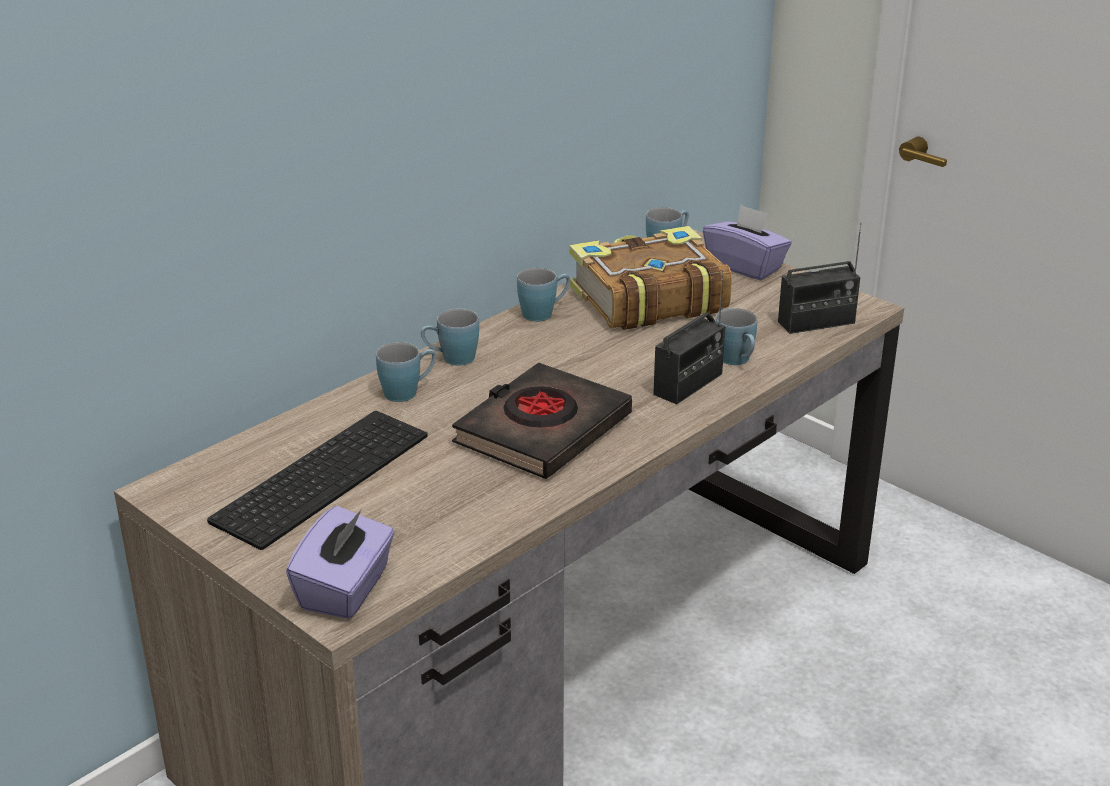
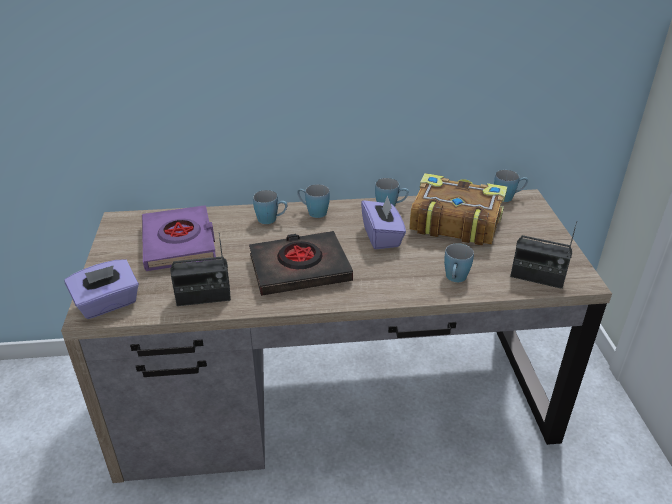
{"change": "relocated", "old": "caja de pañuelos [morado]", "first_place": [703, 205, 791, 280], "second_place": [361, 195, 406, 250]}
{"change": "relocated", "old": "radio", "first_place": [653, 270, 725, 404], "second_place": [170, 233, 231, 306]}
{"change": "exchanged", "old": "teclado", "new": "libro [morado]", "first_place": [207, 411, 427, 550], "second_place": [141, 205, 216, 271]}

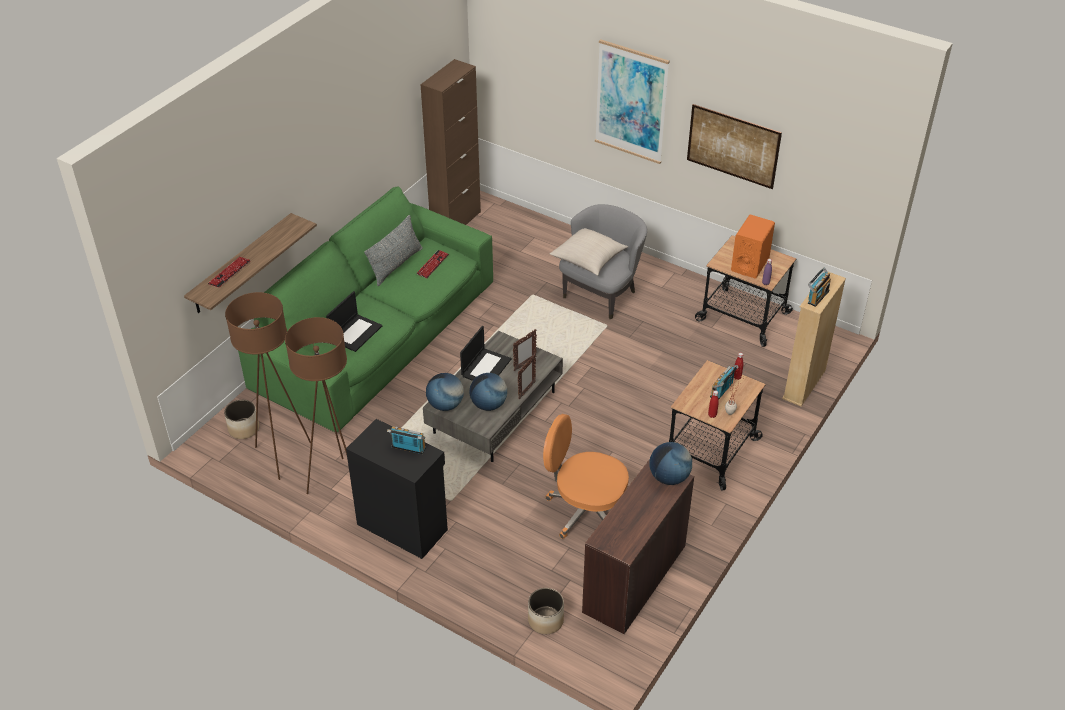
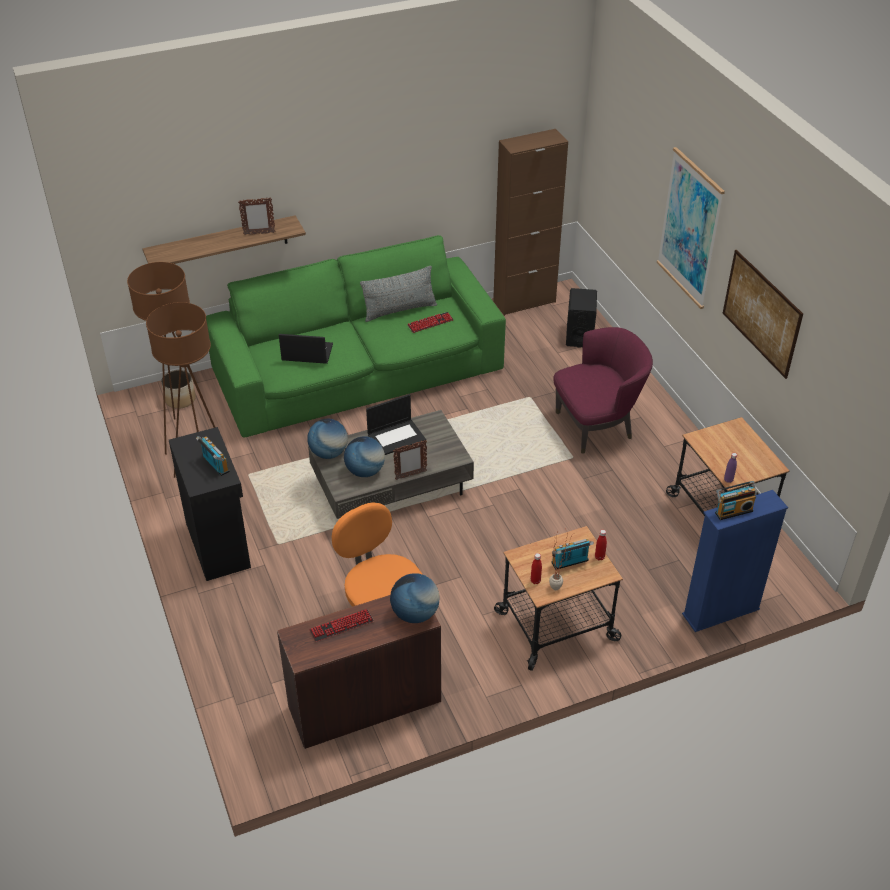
{"change": "colour", "old": "sillón [gris]", "new": "sillón [morado]", "first_place": [559, 204, 647, 319], "second_place": [553, 327, 653, 454]}
{"change": "missing", "old": "altavoz [naranja]", "first_place": [731, 215, 775, 278]}
{"change": "missing", "old": "cojín [beis]", "first_place": [550, 228, 628, 276]}
{"change": "relocated", "old": "teclado", "first_place": [208, 257, 251, 288], "second_place": [309, 609, 374, 642]}
{"change": "colour", "old": "estantería [beis]", "new": "estantería [azul]", "first_place": [782, 272, 846, 406], "second_place": [682, 490, 788, 632]}
{"change": "spun", "old": "portátil", "first_place": [326, 291, 382, 352], "second_place": [279, 334, 333, 364], "degrees": -150}
{"change": "relocated", "old": "portarretratos", "first_place": [513, 329, 537, 371], "second_place": [238, 197, 276, 235]}
{"change": "missing", "old": "maceta", "first_place": [528, 588, 564, 634]}
{"change": "appeared", "new": "altavoz [negro]", "second_place": [566, 288, 597, 347]}

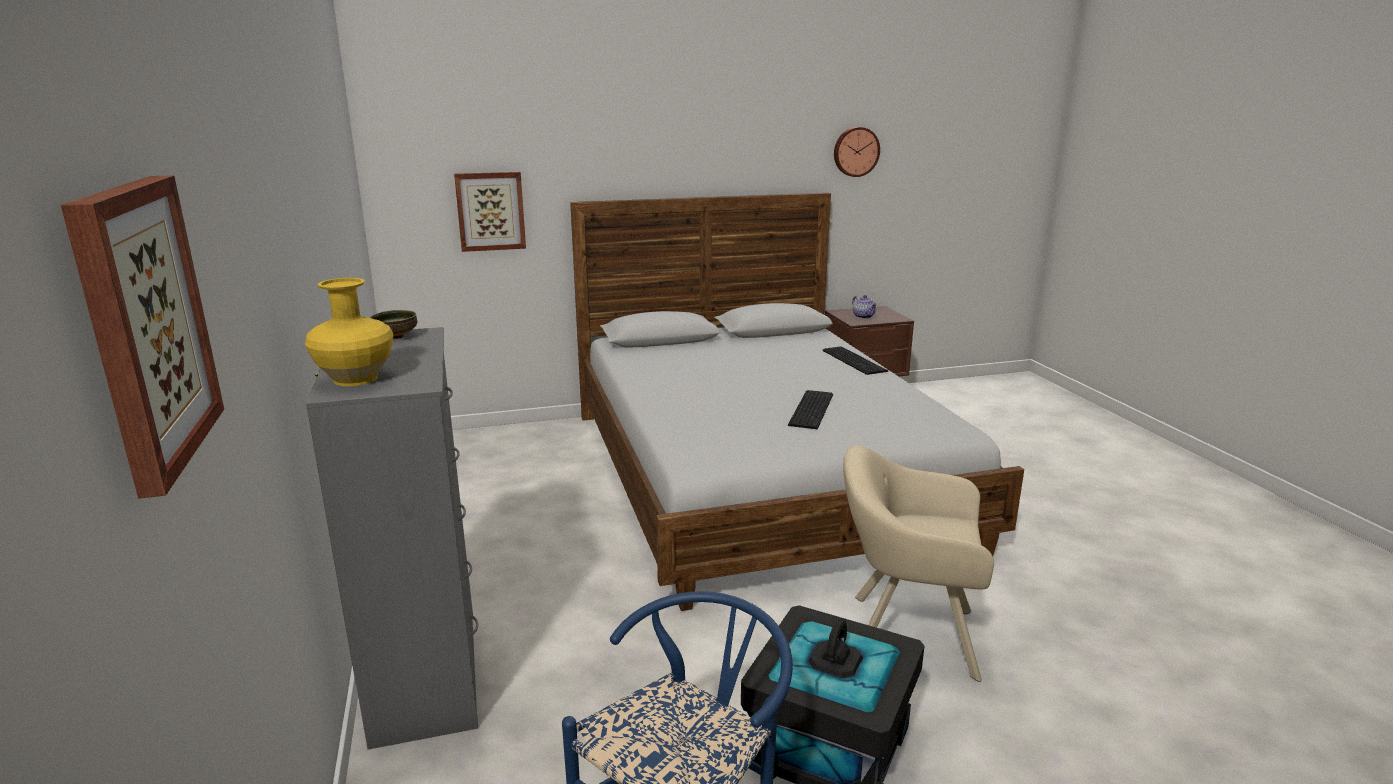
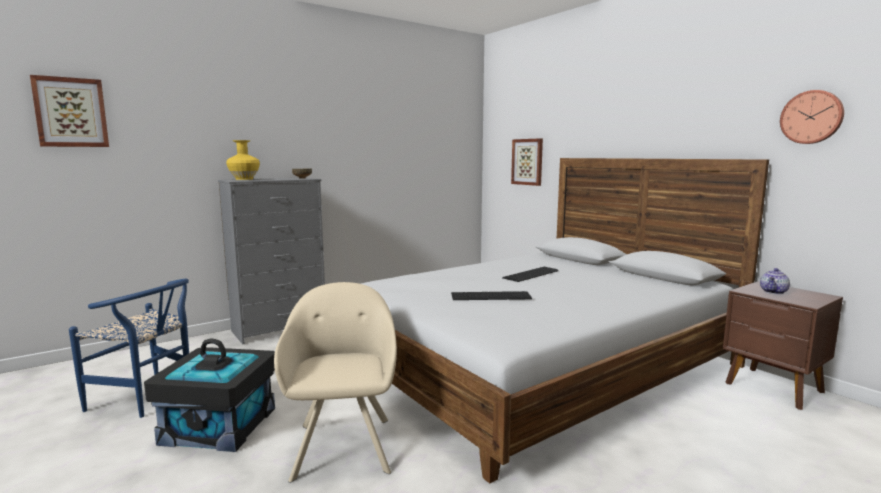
{"change": "relocated", "old": "teclado", "first_place": [823, 346, 888, 375], "second_place": [502, 267, 559, 282]}

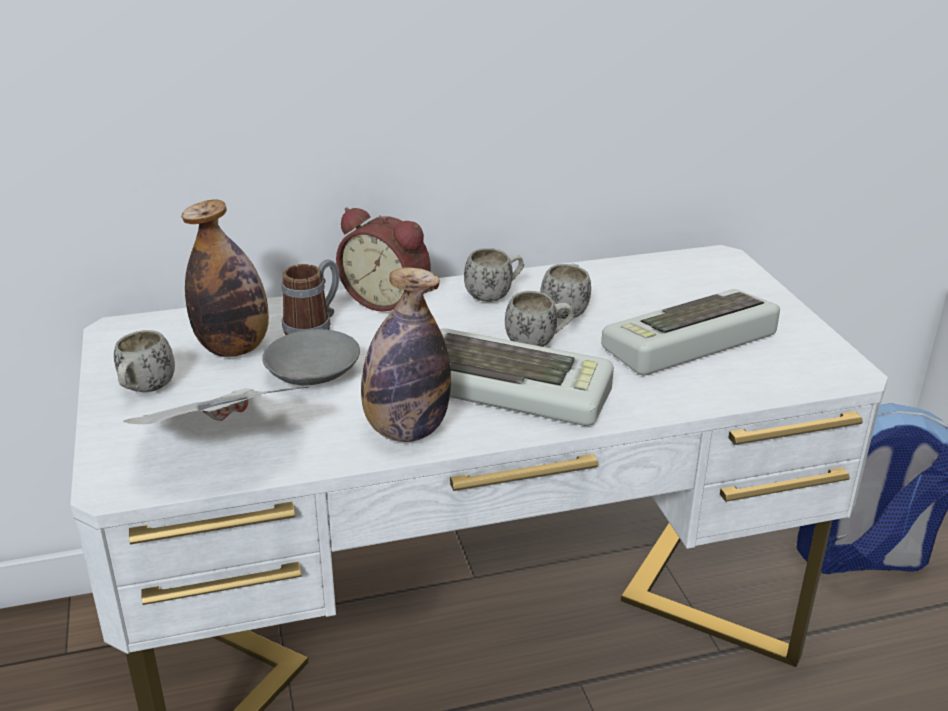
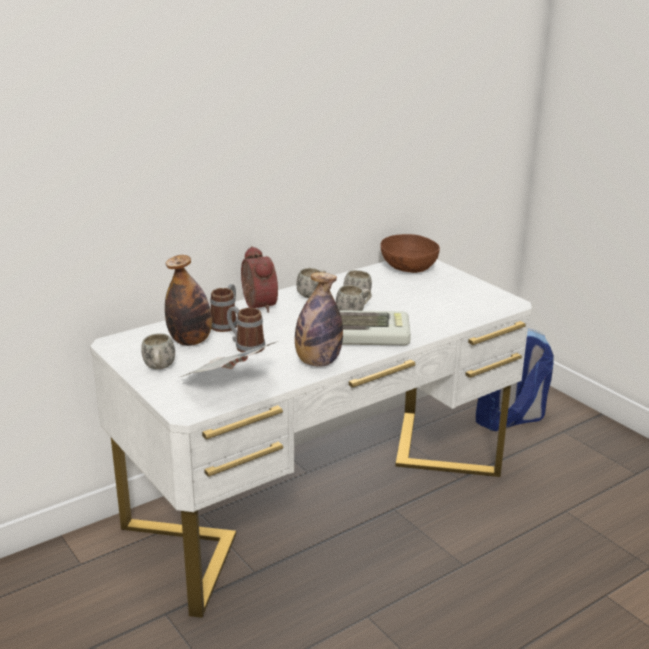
{"change": "spun", "old": "despertador", "first_place": [336, 207, 430, 312], "second_place": [241, 246, 278, 313], "degrees": -120}
{"change": "missing", "old": "teclado", "first_place": [601, 289, 780, 375]}
{"change": "exchanged", "old": "cuenco [gris]", "new": "taza grande", "first_place": [262, 329, 360, 385], "second_place": [227, 306, 265, 353]}
{"change": "appeared", "new": "cuenco [marrón]", "second_place": [381, 234, 440, 273]}

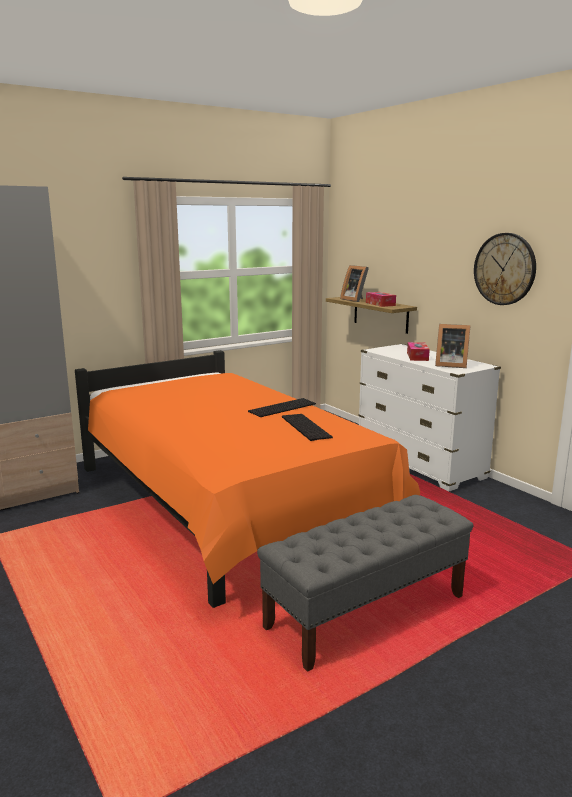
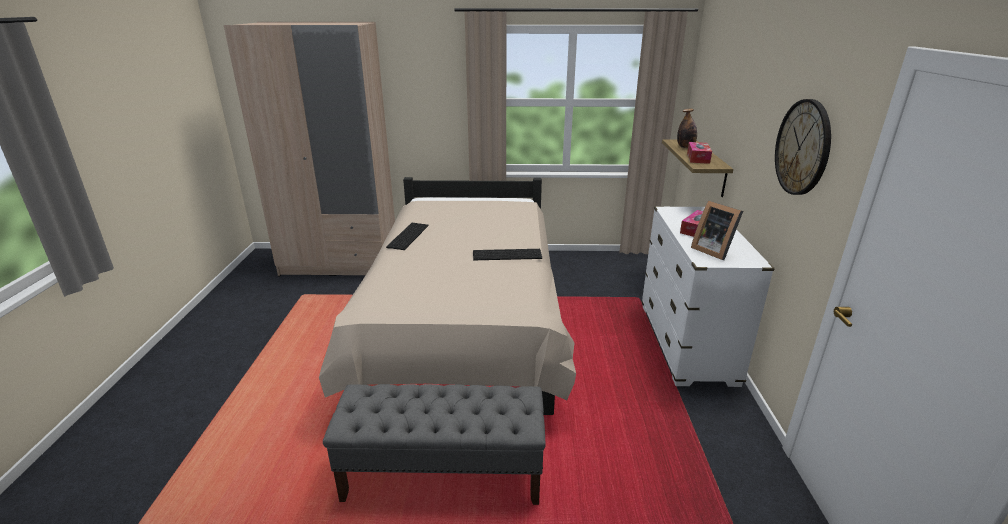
{"change": "exchanged", "old": "portarretratos", "new": "botella", "first_place": [340, 265, 369, 302], "second_place": [677, 108, 697, 148]}
{"change": "colour", "old": "cama [naranja]", "new": "cama [beis]", "first_place": [75, 350, 420, 608], "second_place": [319, 177, 576, 415]}
{"change": "relocated", "old": "teclado", "first_place": [282, 414, 333, 441], "second_place": [386, 223, 429, 250]}

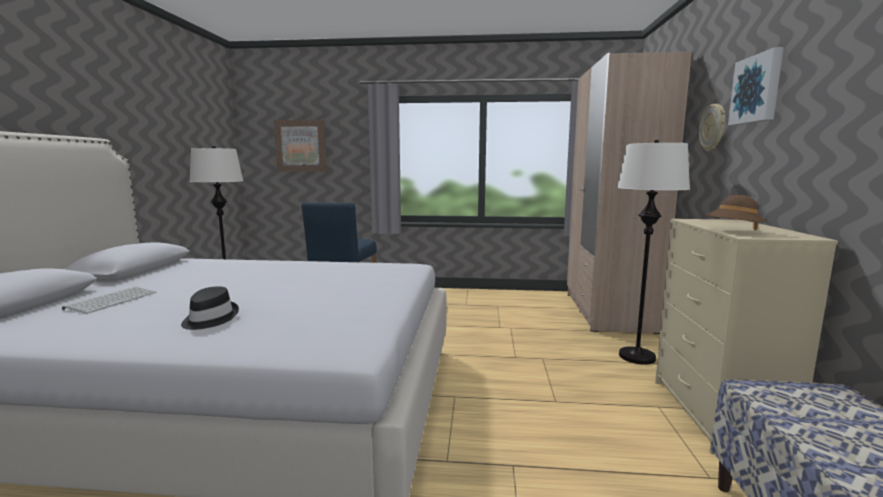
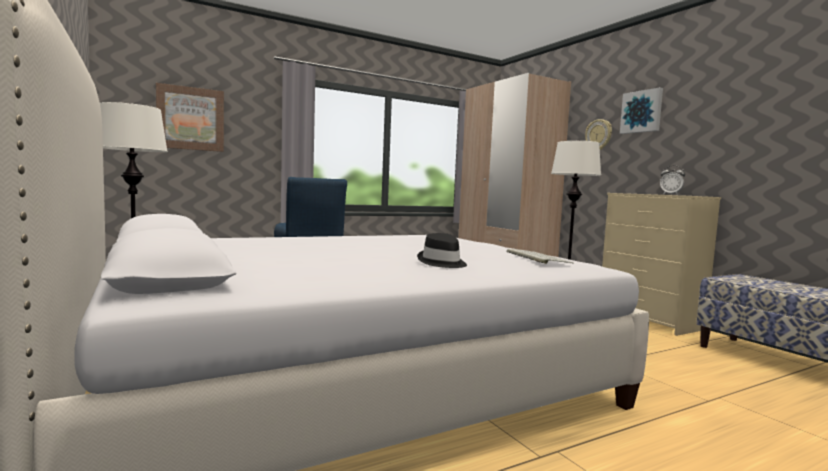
{"change": "exchanged", "old": "sombrero [marrón]", "new": "despertador", "first_place": [705, 195, 767, 231], "second_place": [660, 165, 685, 195]}
{"change": "relocated", "old": "teclado", "first_place": [62, 287, 157, 314], "second_place": [507, 249, 573, 264]}

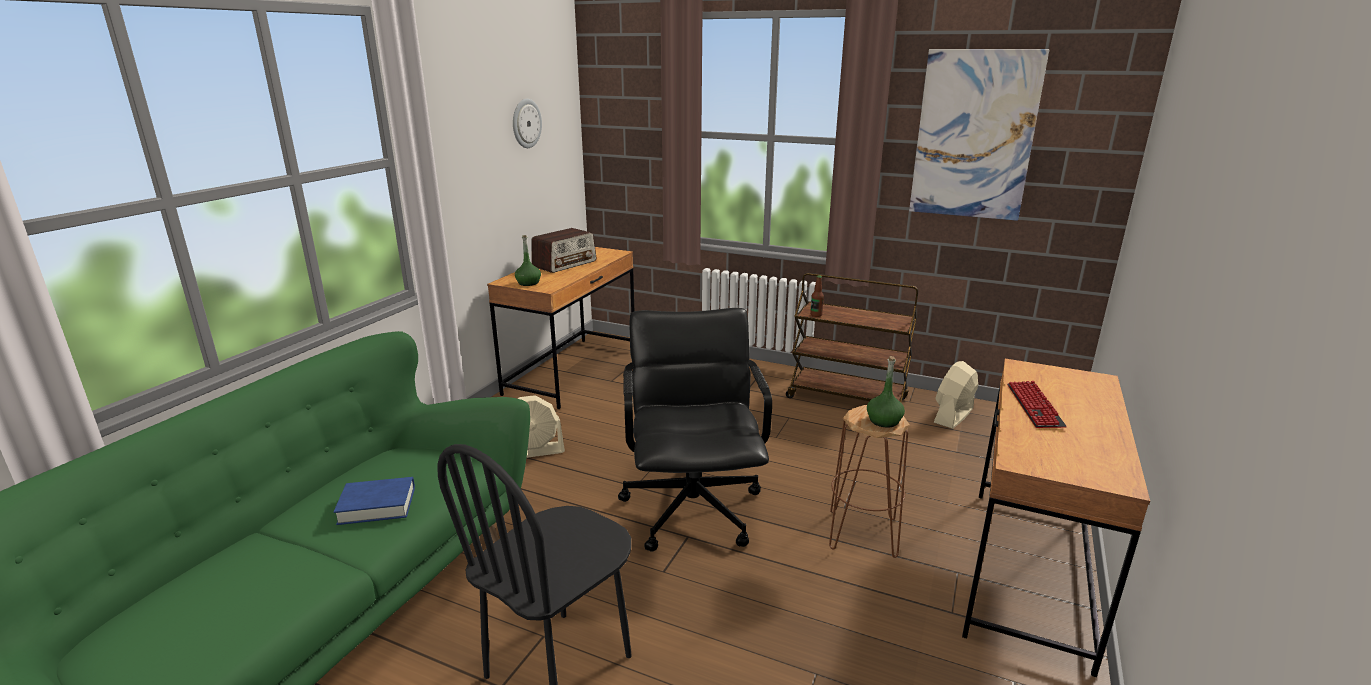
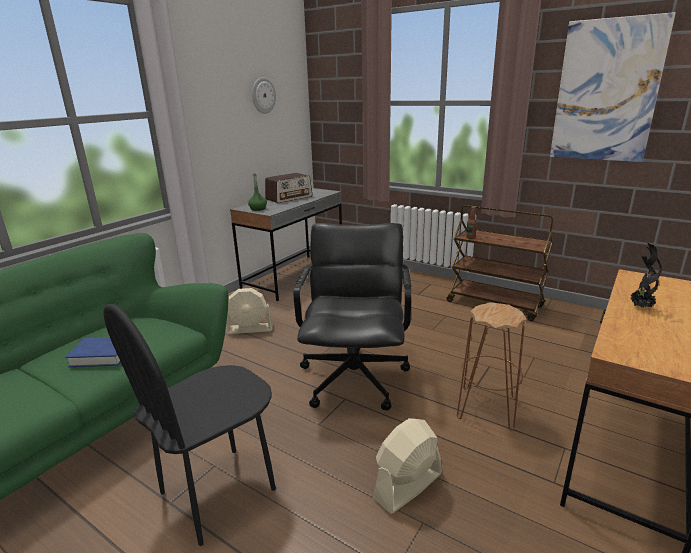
{"change": "colour", "old": "escritorio [marrón]", "new": "escritorio [gris]", "first_place": [487, 247, 634, 409], "second_place": [230, 188, 342, 301]}
{"change": "missing", "old": "botella [verde]", "first_place": [867, 356, 905, 428]}
{"change": "relocated", "old": "ventilador [beis]", "first_place": [934, 361, 978, 429], "second_place": [372, 418, 442, 514]}
{"change": "exchanged", "old": "teclado", "new": "planta en maceta", "first_place": [1007, 381, 1067, 428], "second_place": [629, 243, 662, 308]}

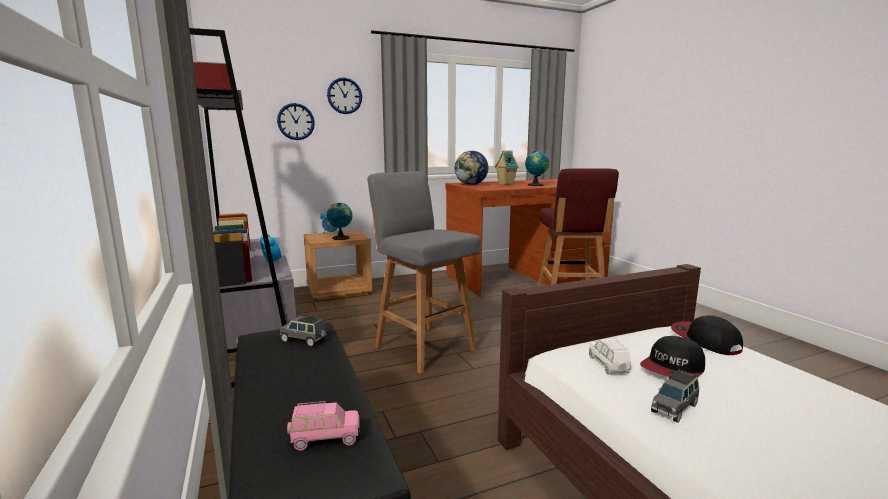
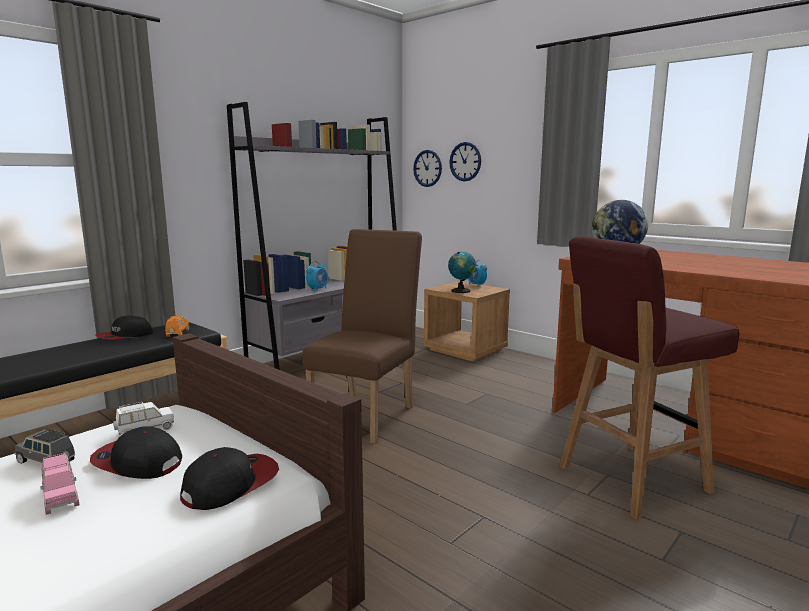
{"change": "relocated", "old": "reloj de pared", "first_place": [327, 78, 362, 114], "second_place": [413, 150, 442, 187]}
{"change": "missing", "old": "casita", "first_place": [495, 150, 519, 185]}
{"change": "missing", "old": "globo terráqueo", "first_place": [525, 151, 549, 186]}
{"change": "exchanged", "old": "taburete [gris]", "new": "silla [marrón]", "first_place": [367, 171, 481, 374], "second_place": [302, 229, 422, 444]}
{"change": "colour", "old": "coche de juguete [gris]", "new": "coche de juguete [naranja]", "first_place": [280, 315, 327, 346], "second_place": [165, 316, 189, 337]}
{"change": "relocated", "old": "coche de juguete [rosa]", "first_place": [287, 401, 360, 451], "second_place": [40, 453, 79, 515]}
{"change": "appeared", "new": "gorra", "second_place": [96, 315, 153, 339]}

